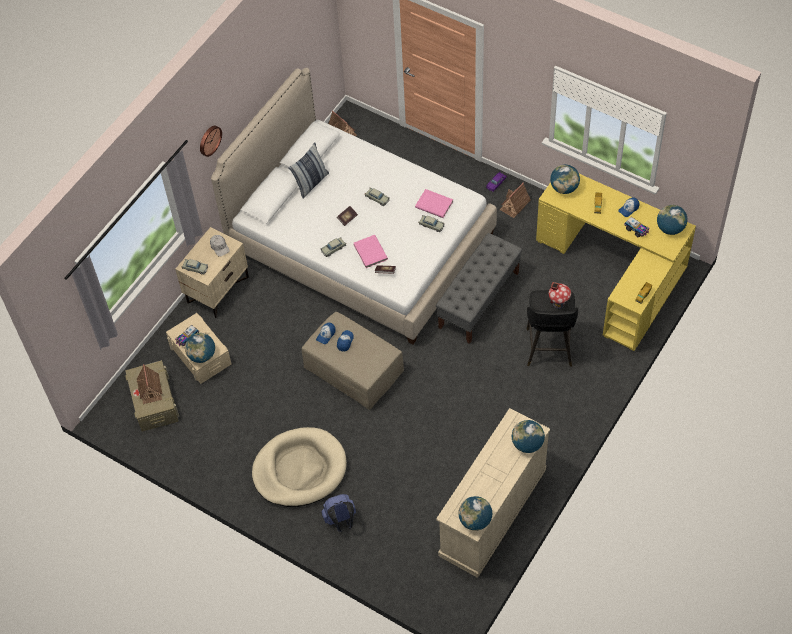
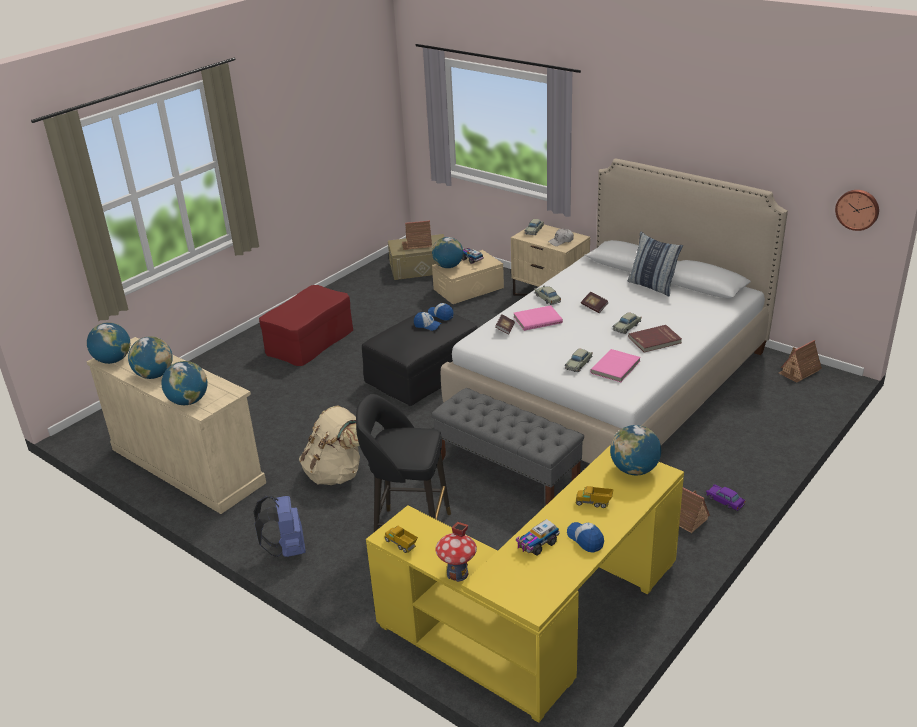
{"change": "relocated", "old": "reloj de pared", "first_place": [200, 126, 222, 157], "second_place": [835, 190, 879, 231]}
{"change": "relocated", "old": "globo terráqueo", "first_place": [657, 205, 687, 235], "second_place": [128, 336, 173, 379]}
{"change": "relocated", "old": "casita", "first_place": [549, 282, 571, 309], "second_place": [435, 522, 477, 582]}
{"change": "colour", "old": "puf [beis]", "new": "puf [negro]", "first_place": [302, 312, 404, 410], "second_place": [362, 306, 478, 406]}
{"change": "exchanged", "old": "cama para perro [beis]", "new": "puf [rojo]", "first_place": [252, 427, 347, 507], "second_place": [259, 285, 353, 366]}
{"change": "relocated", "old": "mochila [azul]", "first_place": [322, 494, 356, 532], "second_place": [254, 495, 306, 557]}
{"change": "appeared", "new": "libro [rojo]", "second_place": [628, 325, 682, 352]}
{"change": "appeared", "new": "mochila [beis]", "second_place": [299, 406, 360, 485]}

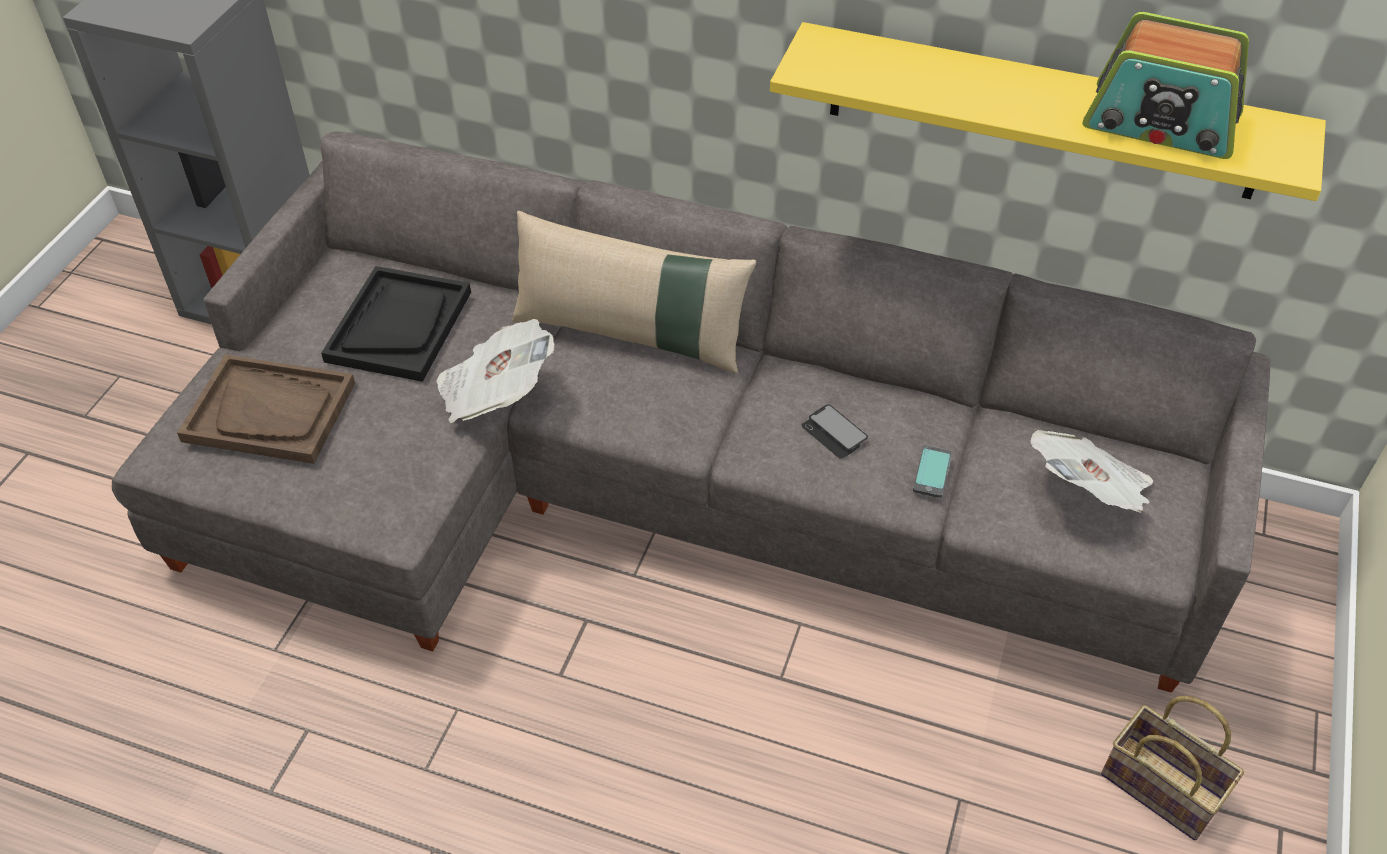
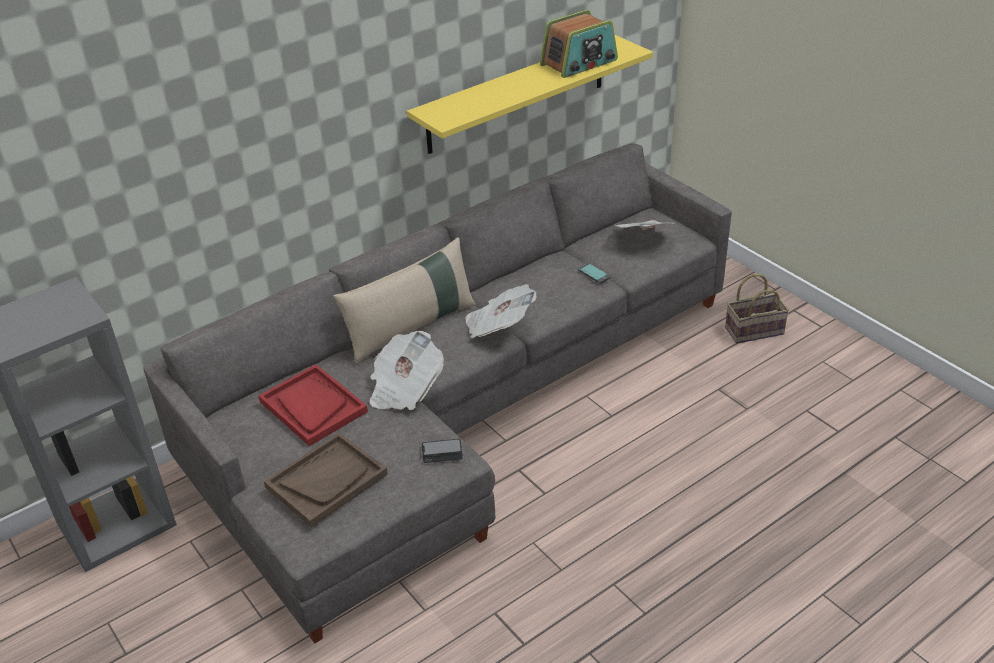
{"change": "colour", "old": "bandeja [negro]", "new": "bandeja [rojo]", "first_place": [321, 266, 471, 382], "second_place": [258, 364, 368, 446]}
{"change": "relocated", "old": "móvil", "first_place": [801, 404, 868, 459], "second_place": [422, 439, 463, 463]}
{"change": "appeared", "new": "periódico", "second_place": [465, 284, 537, 339]}

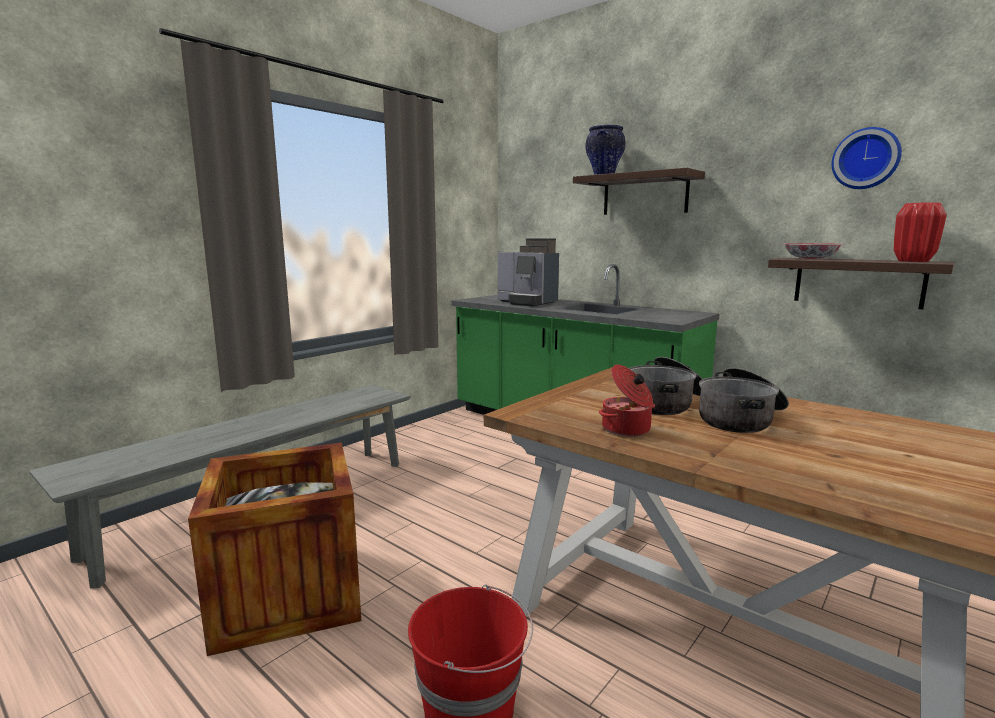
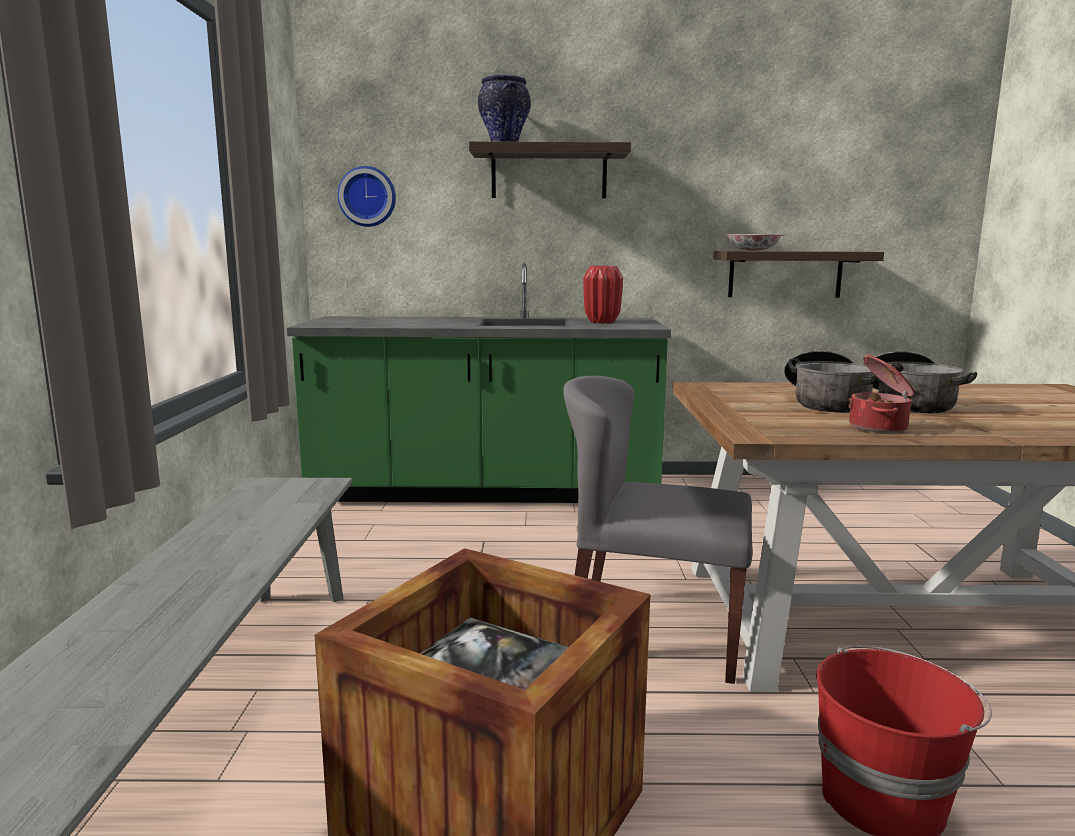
{"change": "relocated", "old": "reloj de pared", "first_place": [832, 127, 902, 189], "second_place": [338, 166, 396, 227]}
{"change": "relocated", "old": "florero [rojo]", "first_place": [894, 202, 947, 262], "second_place": [583, 266, 623, 323]}
{"change": "missing", "old": "cafetera", "first_place": [497, 238, 559, 307]}
{"change": "appeared", "new": "silla [gris]", "second_place": [563, 376, 752, 684]}

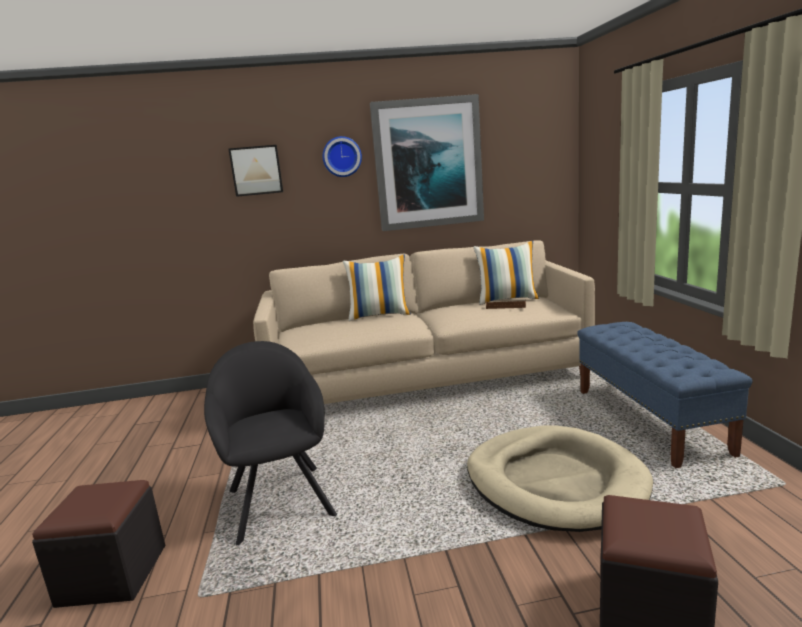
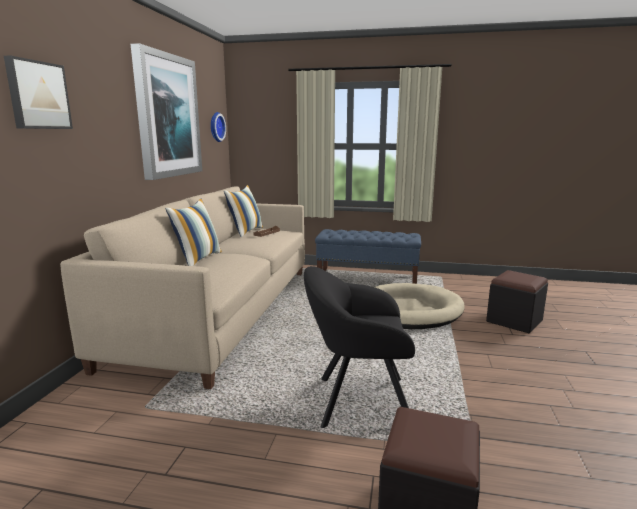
{"change": "relocated", "old": "reloj de pared", "first_place": [323, 136, 362, 177], "second_place": [211, 112, 226, 142]}

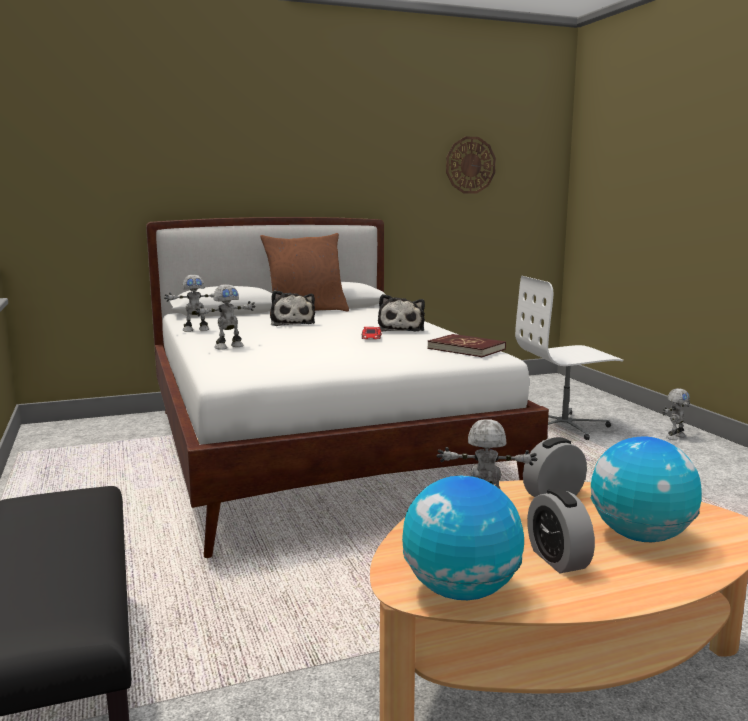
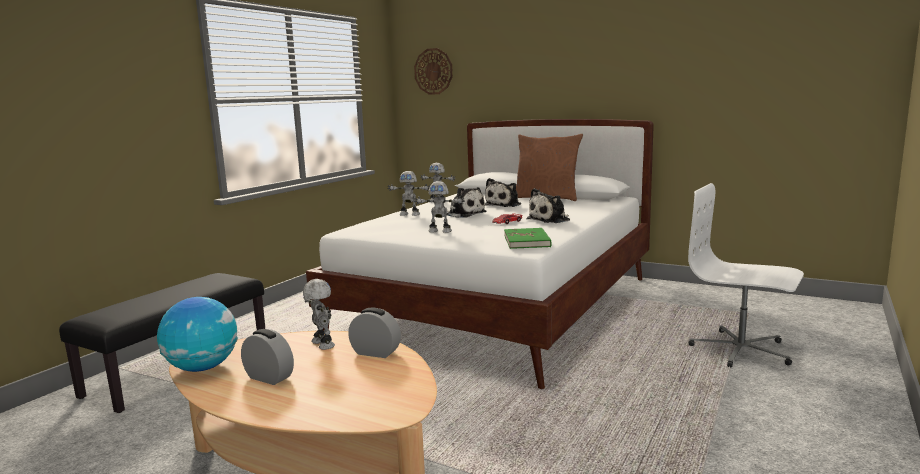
{"change": "relocated", "old": "reloj de pared", "first_place": [446, 136, 496, 194], "second_place": [414, 48, 453, 95]}
{"change": "colour", "old": "libro [rojo]", "new": "libro [verde]", "first_place": [427, 334, 506, 357], "second_place": [504, 228, 552, 249]}
{"change": "relocated", "old": "robot de juguete", "first_place": [662, 388, 690, 440], "second_place": [414, 181, 465, 233]}
{"change": "missing", "old": "globo terráqueo", "first_place": [591, 436, 702, 542]}
{"change": "spun", "old": "despertador", "first_place": [527, 489, 595, 573], "second_place": [241, 329, 294, 385], "degrees": 90}
{"change": "appeared", "new": "peluche", "second_place": [447, 187, 486, 218]}

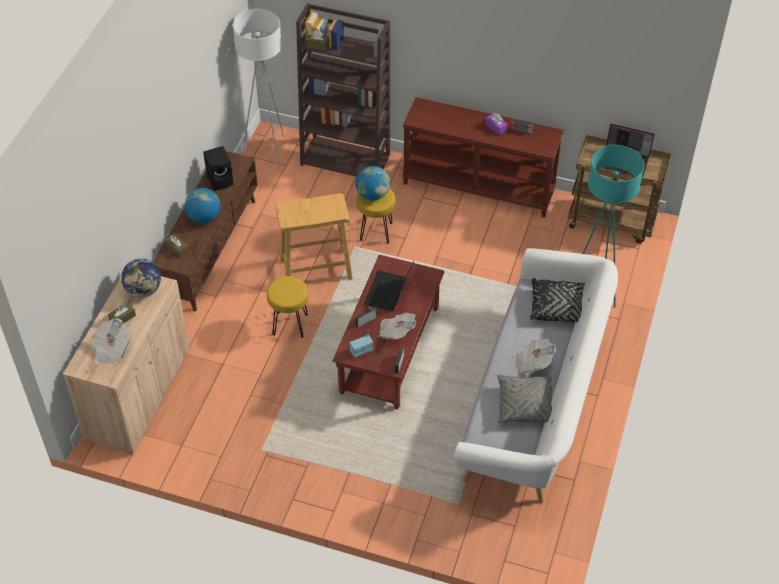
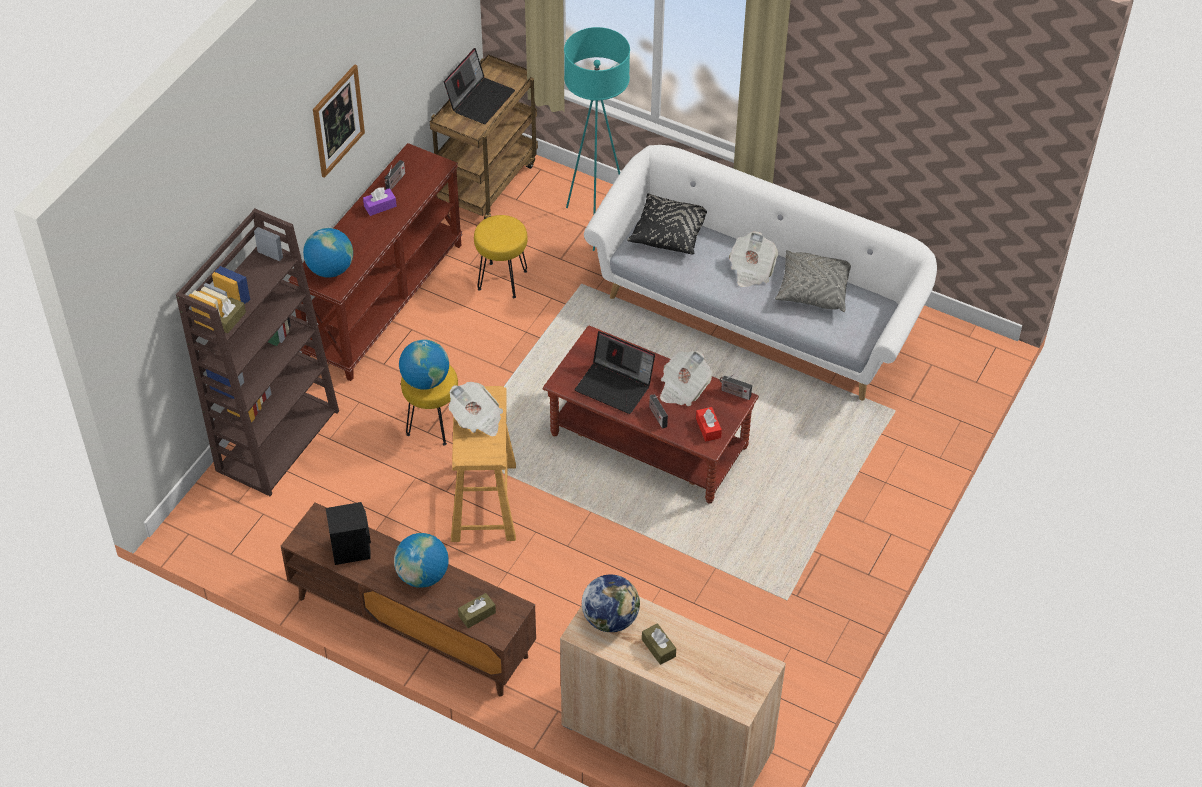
{"change": "missing", "old": "lámpara de pie [blanco]", "first_place": [233, 9, 285, 170]}
{"change": "relocated", "old": "taburete [amarillo]", "first_place": [267, 276, 308, 338], "second_place": [474, 215, 528, 298]}
{"change": "relocated", "old": "periódico", "first_place": [92, 318, 132, 364], "second_place": [448, 382, 503, 436]}
{"change": "exchanged", "old": "radio", "new": "caja de pañuelos [rojo]", "first_place": [350, 330, 373, 358], "second_place": [696, 407, 722, 442]}
{"change": "appeared", "new": "cuadro", "second_place": [313, 64, 365, 178]}
{"change": "appeared", "new": "globo terráqueo", "second_place": [303, 228, 353, 278]}

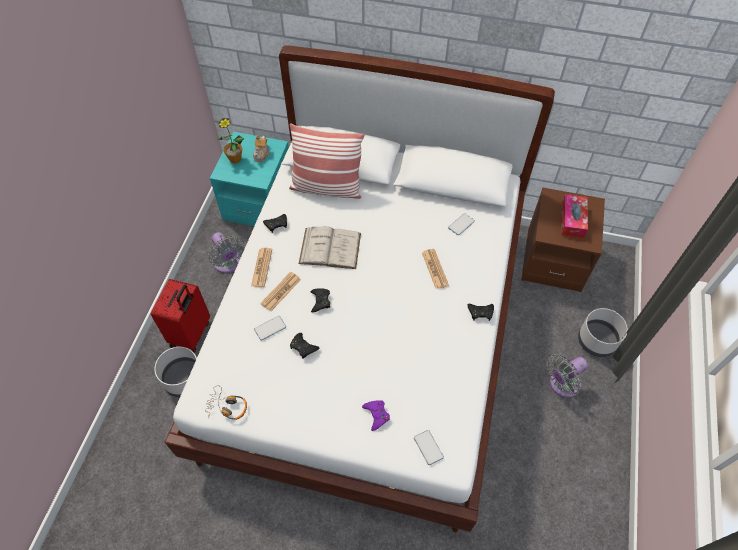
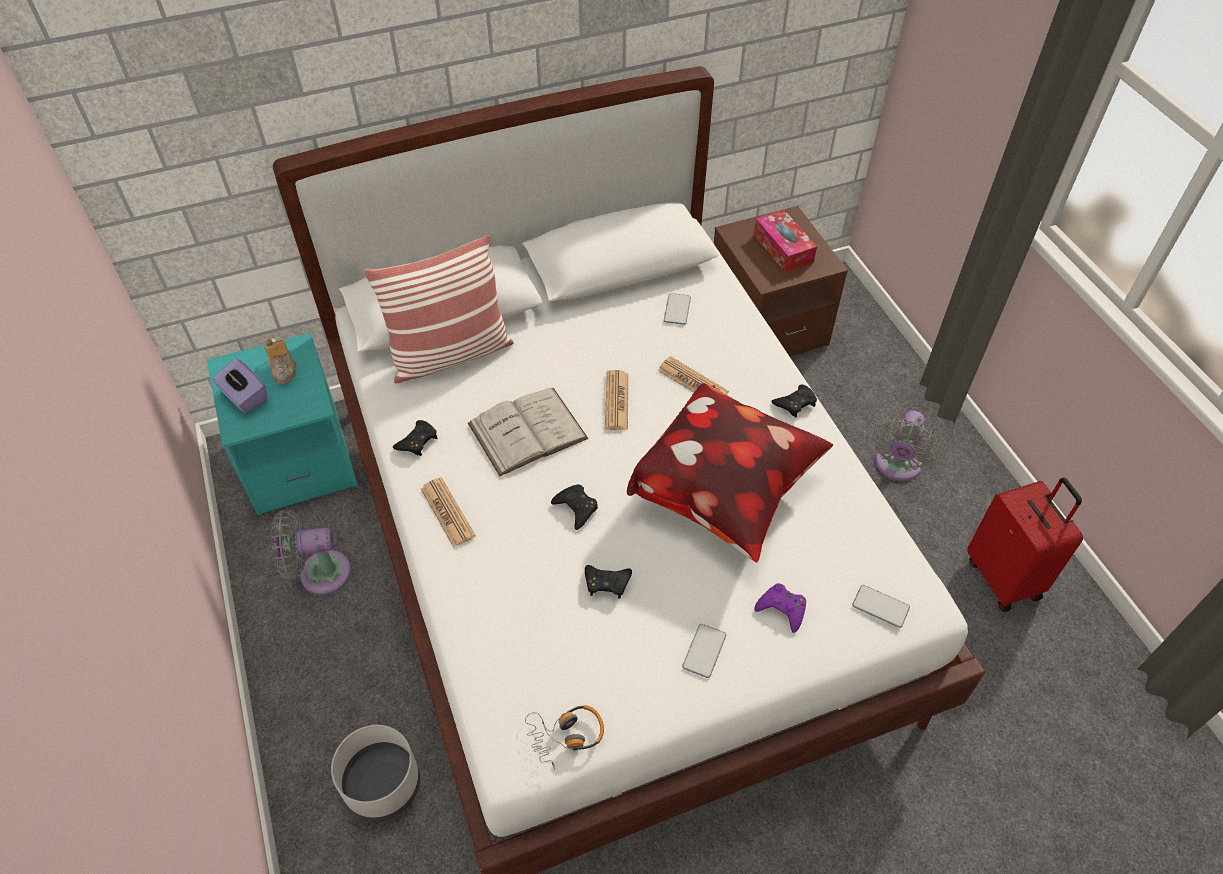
{"change": "exchanged", "old": "planta en maceta", "new": "caja de pañuelos [morado]", "first_place": [216, 118, 244, 164], "second_place": [212, 358, 267, 414]}
{"change": "spun", "old": "ventilador [gris]", "first_place": [208, 232, 245, 273], "second_place": [271, 509, 351, 595], "degrees": 150}
{"change": "relocated", "old": "periódico", "first_place": [260, 272, 301, 311], "second_place": [605, 370, 628, 430]}
{"change": "relocated", "old": "maleta [rojo]", "first_place": [151, 279, 210, 353], "second_place": [967, 478, 1083, 612]}
{"change": "missing", "old": "maceta [gris]", "first_place": [578, 308, 628, 357]}
{"change": "relocated", "old": "móvil", "first_place": [254, 316, 286, 341], "second_place": [682, 624, 726, 678]}
{"change": "appeared", "new": "cojín", "second_place": [627, 383, 833, 562]}

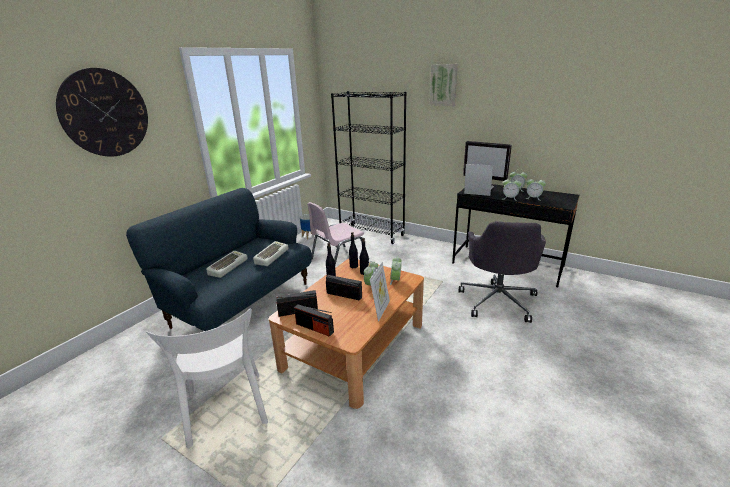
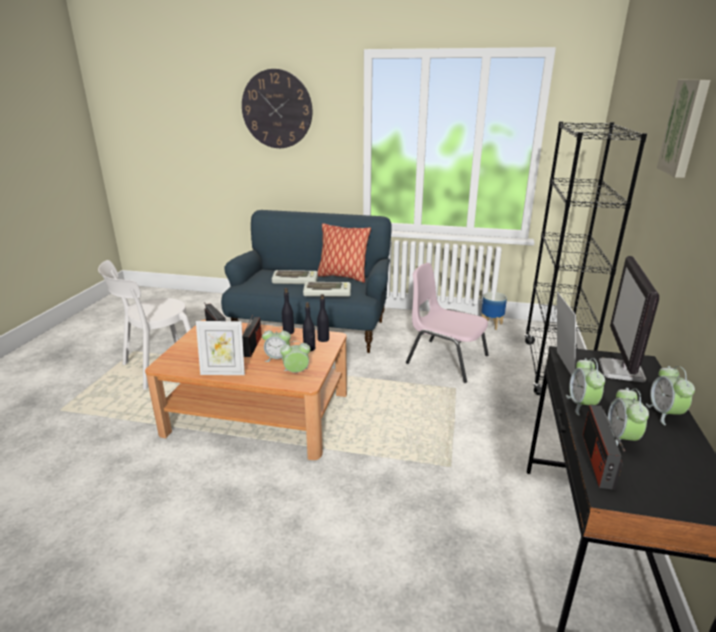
{"change": "missing", "old": "silla de oficina [gris]", "first_place": [459, 221, 546, 323]}
{"change": "relocated", "old": "radio", "first_place": [294, 304, 334, 337], "second_place": [583, 405, 625, 490]}
{"change": "appeared", "new": "cojín", "second_place": [317, 223, 371, 283]}

